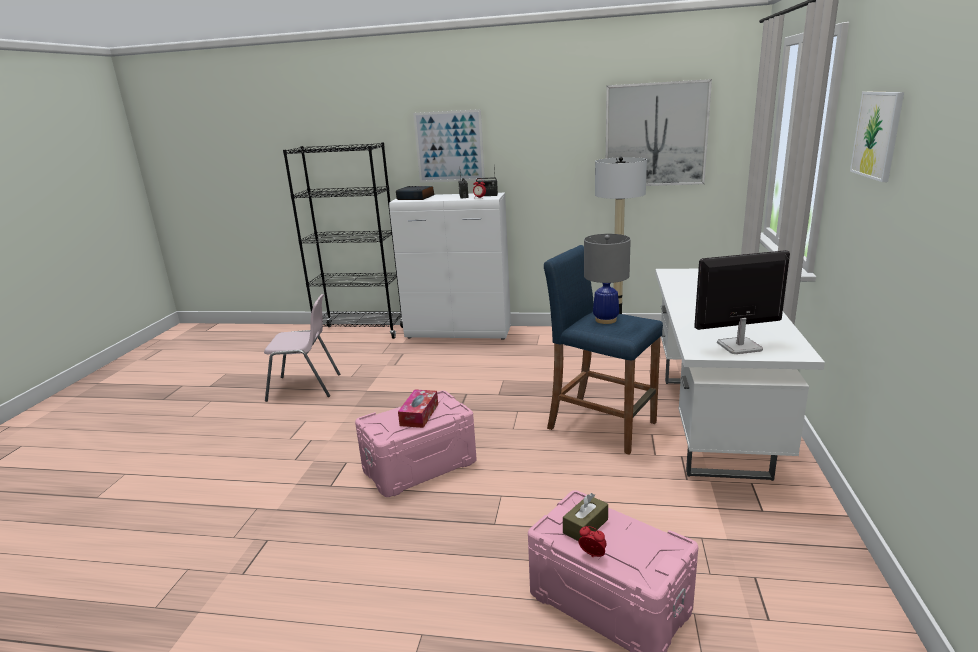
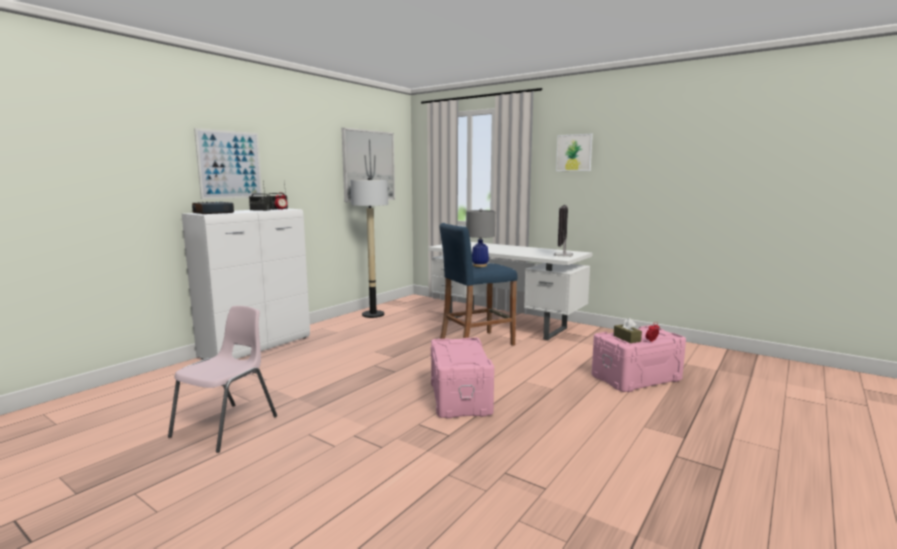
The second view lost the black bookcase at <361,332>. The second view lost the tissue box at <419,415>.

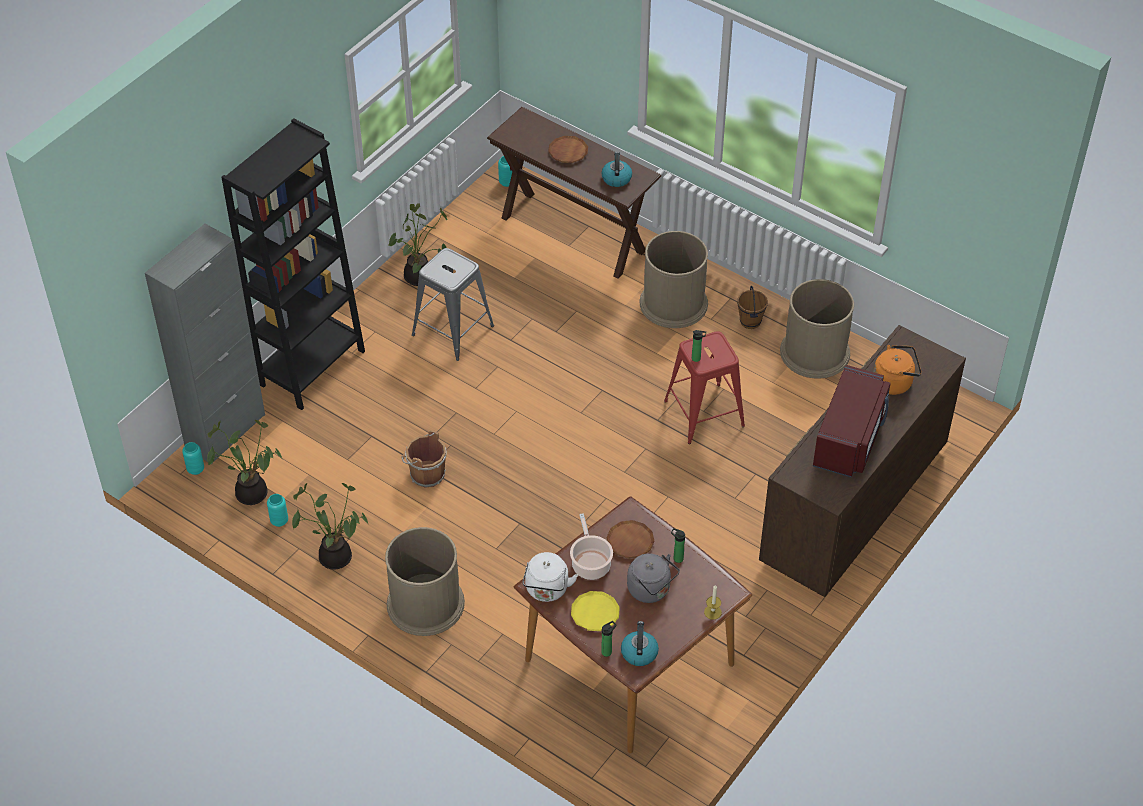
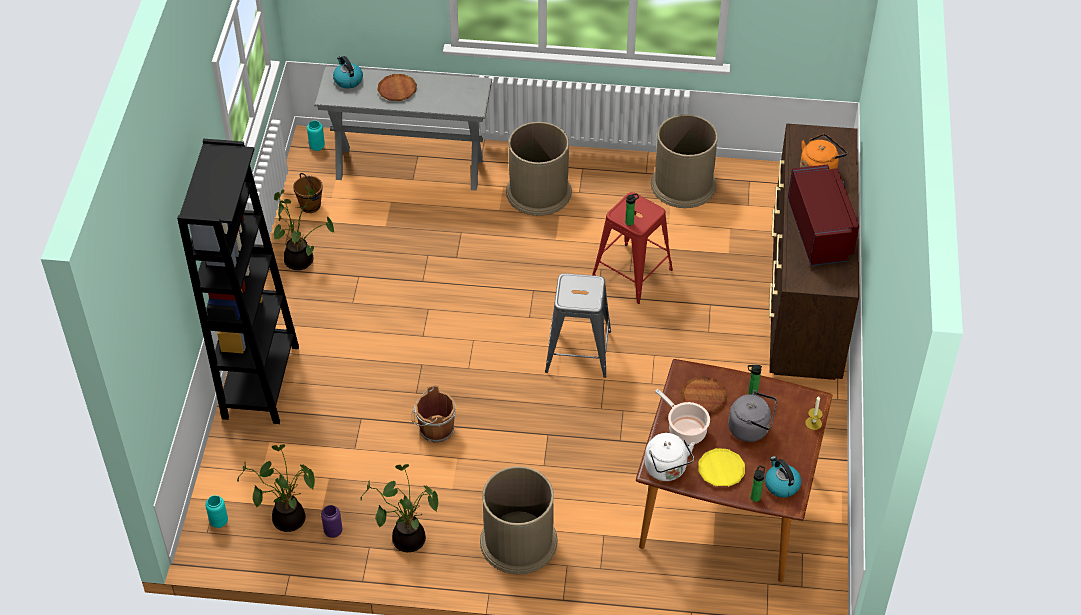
The brown bucket ended up elsewhere, having gone from <750,322> to <311,206>. What was the brown console table at <573,234> turned into the grey console table at <409,168>. What was the turquoise vase at <279,521> turned into the purple vase at <333,531>. The kettle ended up elsewhere, having gone from <616,178> to <348,80>. The grey stool ended up elsewhere, having gone from <452,330> to <578,351>. The second view lost the grey cabinet at <225,431>.

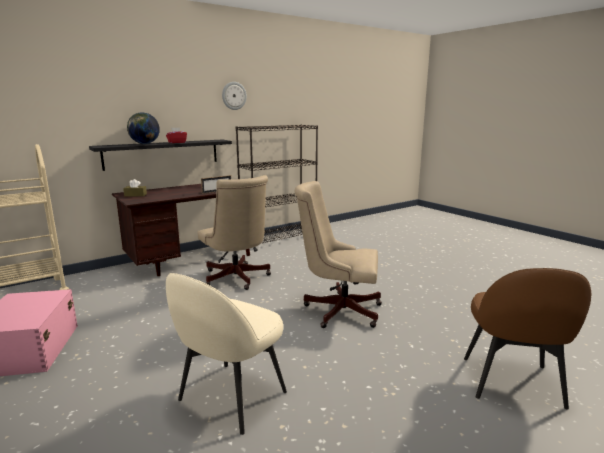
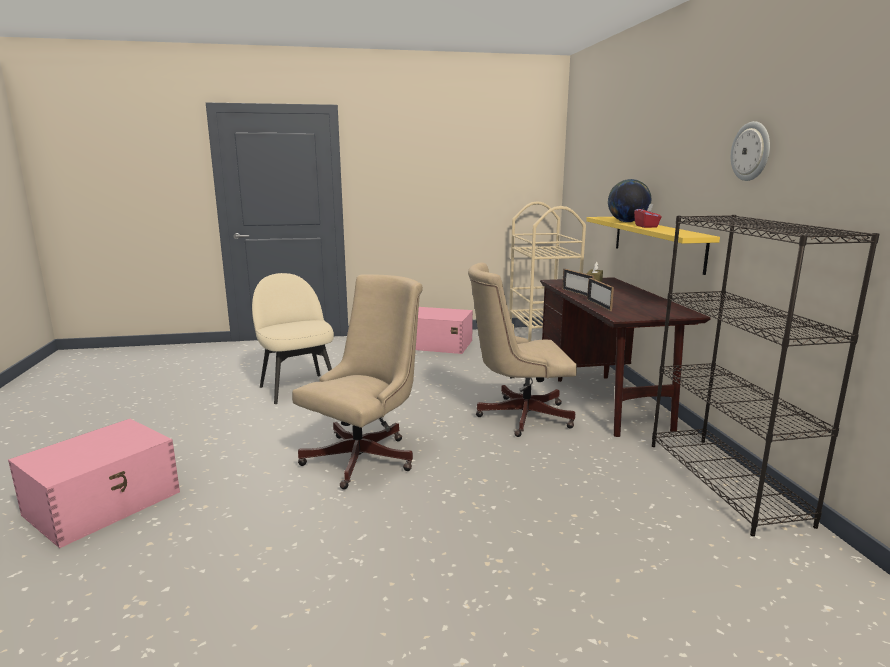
Where the brown chair stood at <512,383>, the pink storage box came to stand at <105,503>. The second view gained the picture frame at <576,293>. What was the black shelf at <162,154> turned into the yellow shelf at <657,242>.

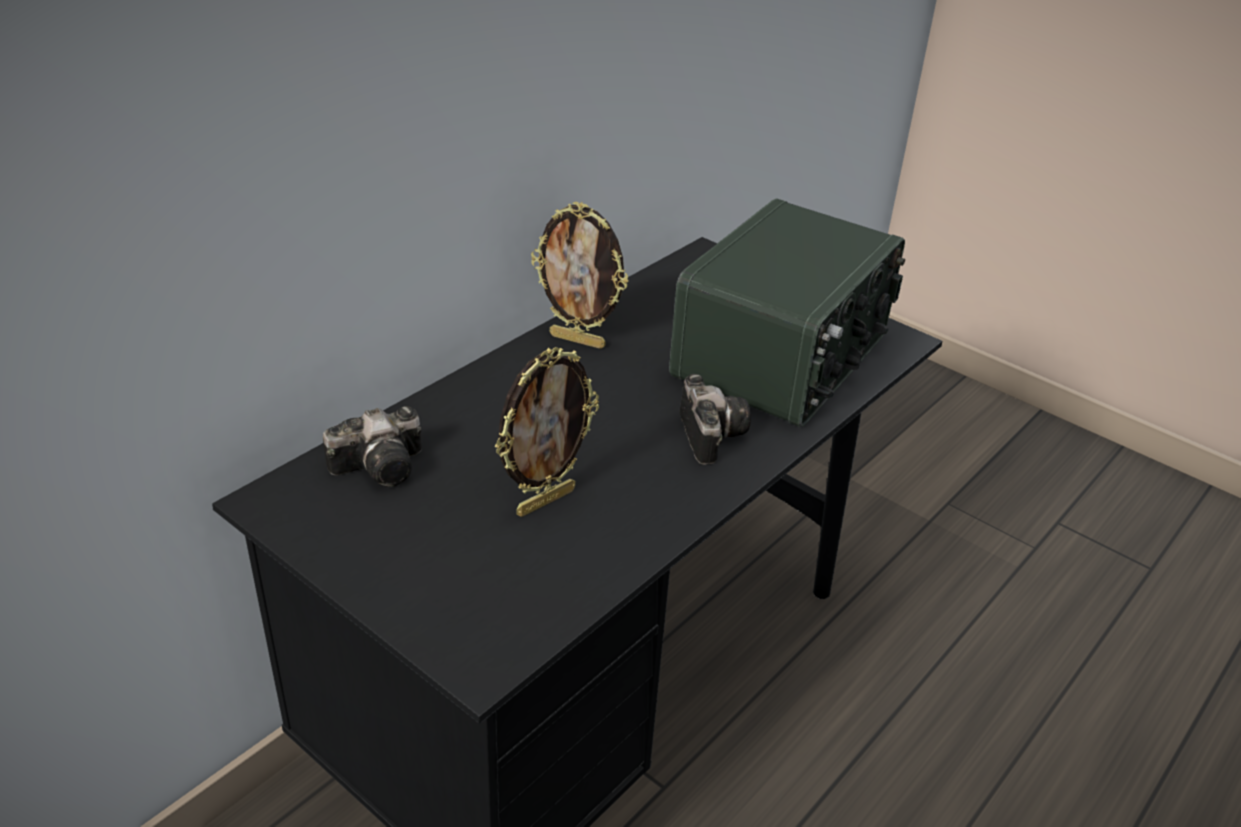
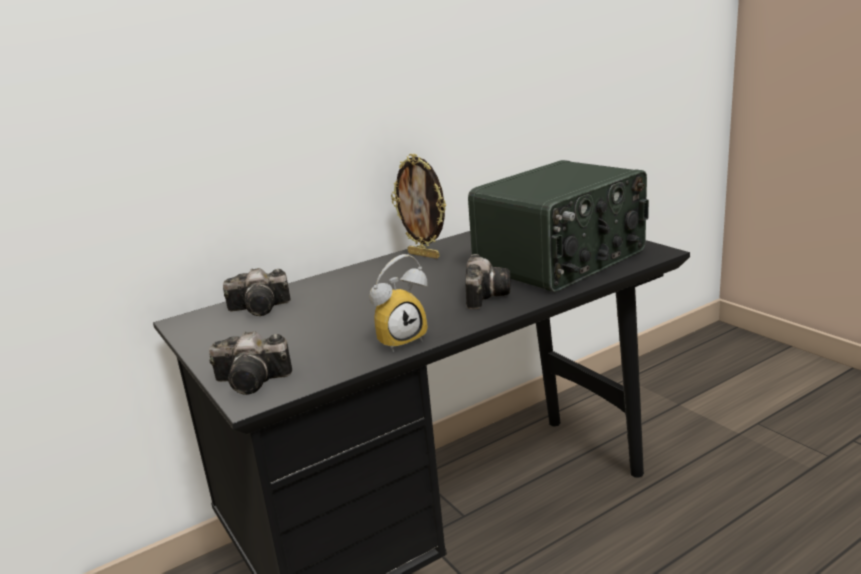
The second view gained the photo camera at <255,381>. The second view gained the alarm clock at <400,339>. The second view lost the picture frame at <545,501>.

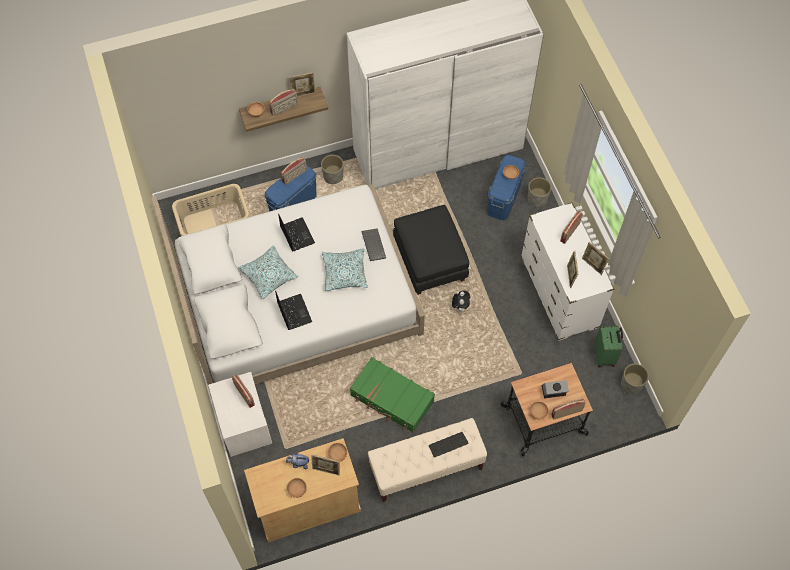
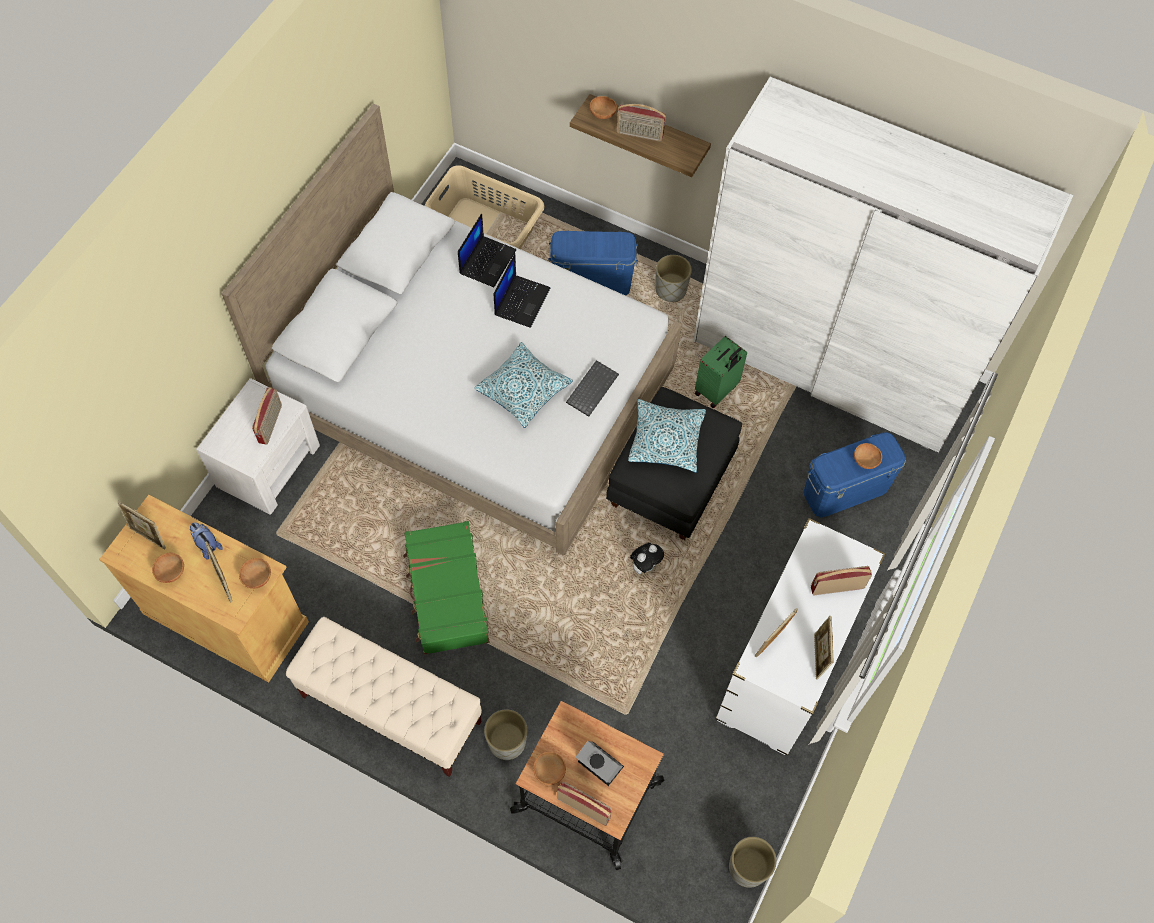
The picture frame ended up elsewhere, having gone from <303,94> to <149,536>. The laptop ended up elsewhere, having gone from <293,312> to <487,261>. The grey planter ended up elsewhere, having gone from <537,199> to <506,742>. The pillow ended up elsewhere, having gone from <268,275> to <666,440>. The green suitcase ended up elsewhere, having gone from <605,355> to <717,390>. The second view lost the radio at <295,176>. The second view lost the keyboard at <448,444>.

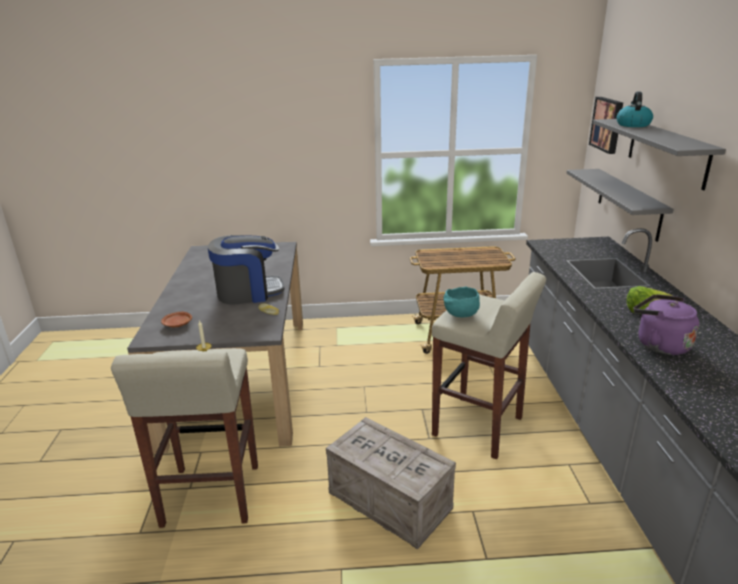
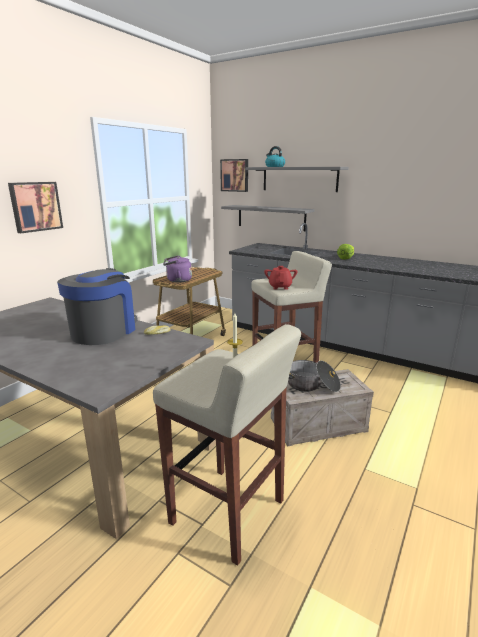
The second view gained the picture at <35,206>. The purple kettle ended up elsewhere, having gone from <659,344> to <177,280>. Where the turquoise bowl stood at <460,315>, the red teapot came to stand at <280,287>. The second view gained the cooking pot at <312,385>. The second view lost the brown plate at <177,324>.

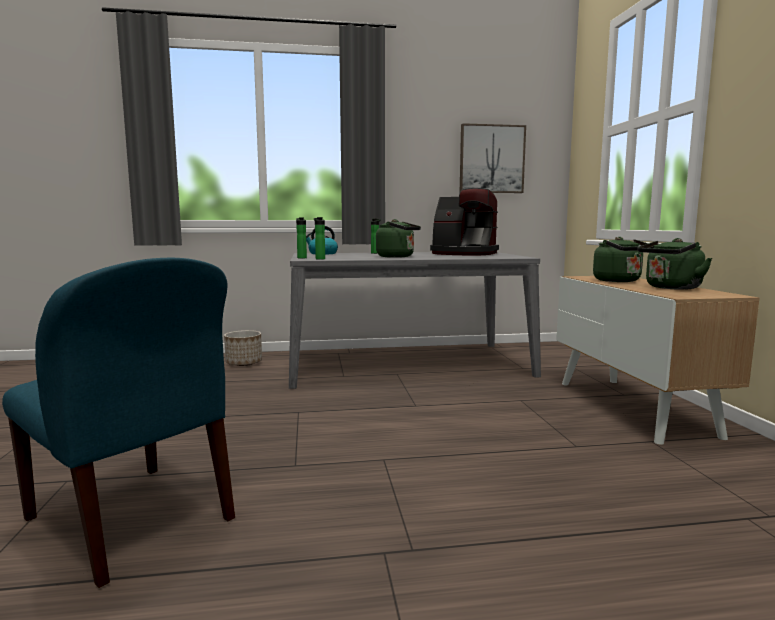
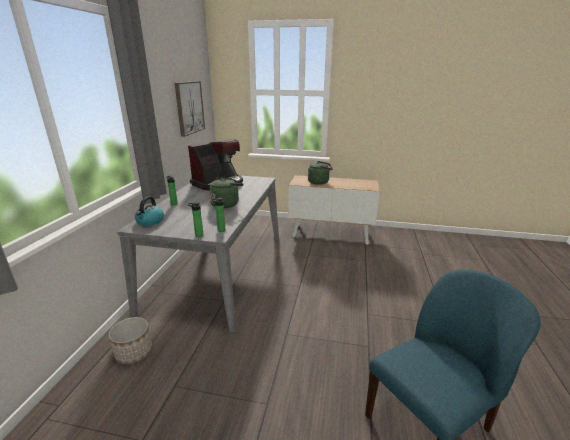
The second view lost the green kettle at <671,288>.

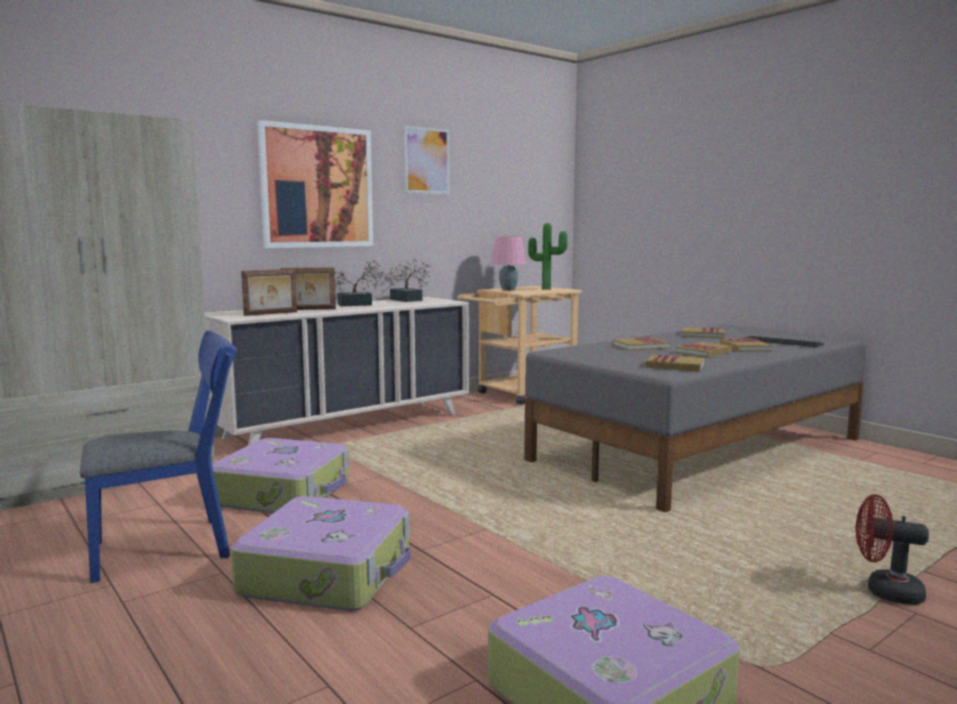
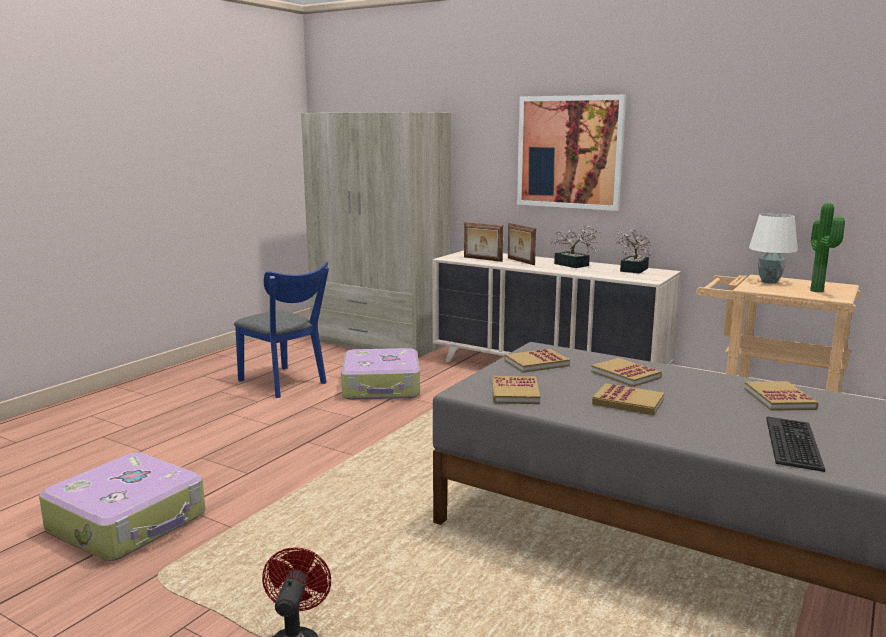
The book ended up elsewhere, having gone from <745,347> to <536,363>. What was the pink table lamp at <507,290> turned into the white table lamp at <768,281>. The second view lost the suitcase at <329,572>. The second view lost the picture at <426,160>.

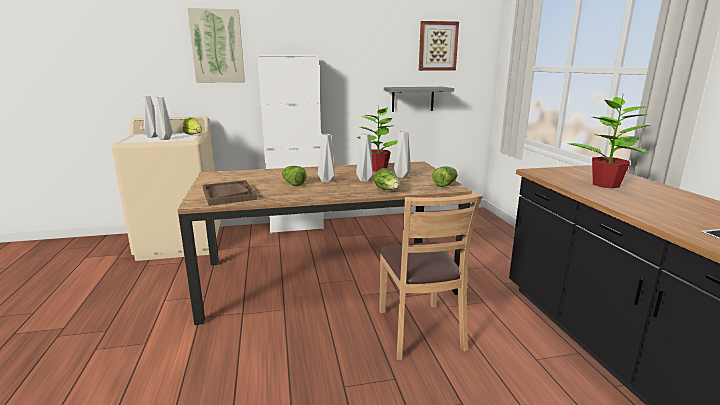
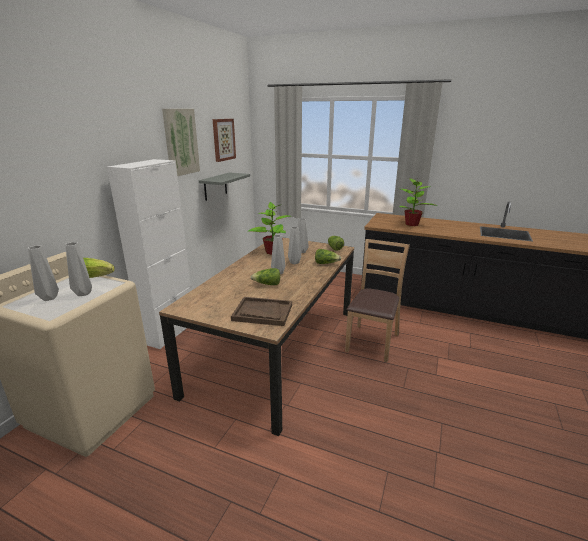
The picture ended up elsewhere, having gone from <217,46> to <181,142>. The brown chair at <419,330> ended up facing another way, 90 degrees counterclockwise from before.

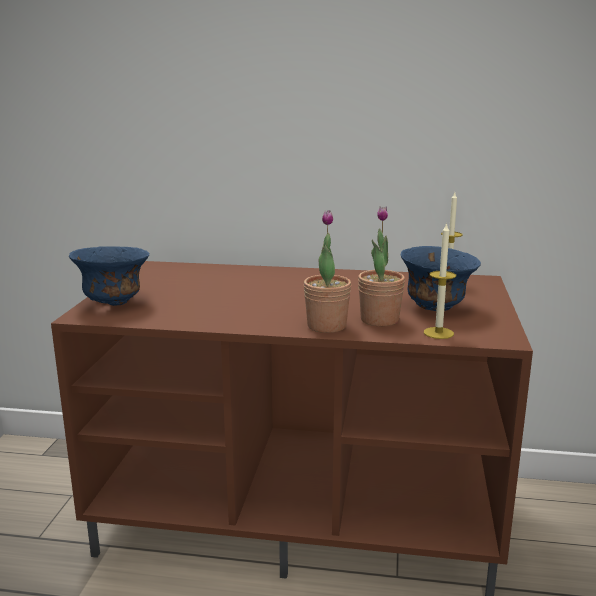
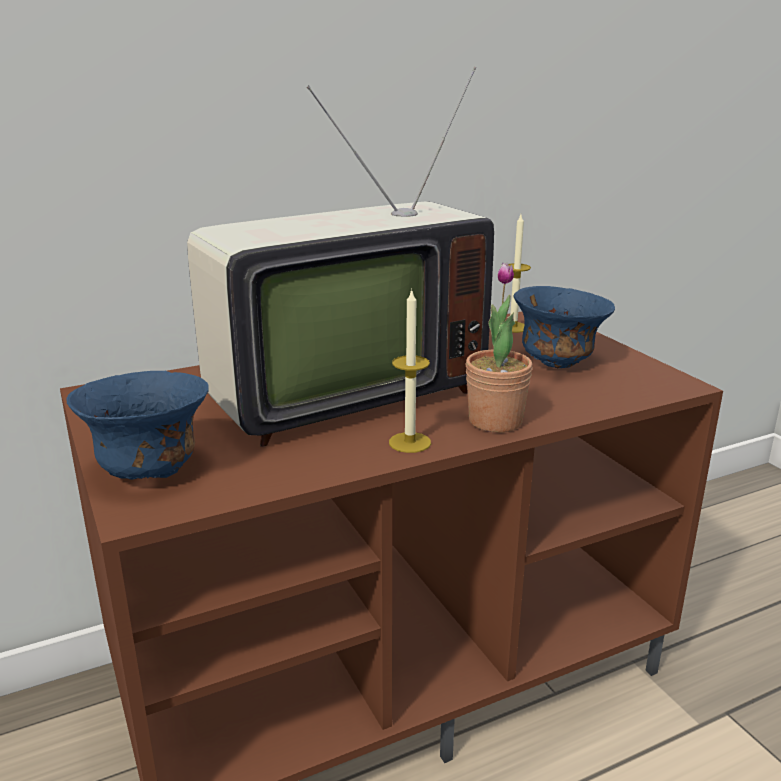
The second view gained the television at <337,395>. The candle ended up elsewhere, having gone from <438,333> to <410,442>. The second view lost the potted plant at <379,320>.

